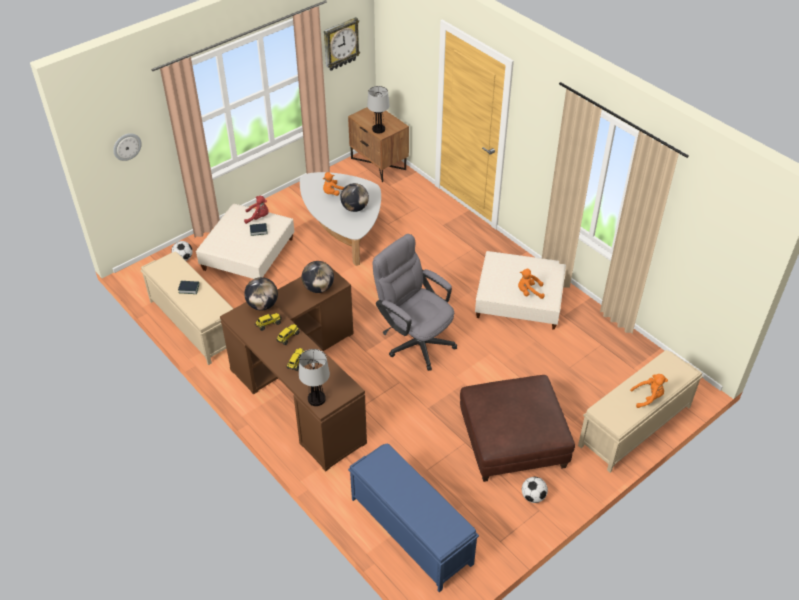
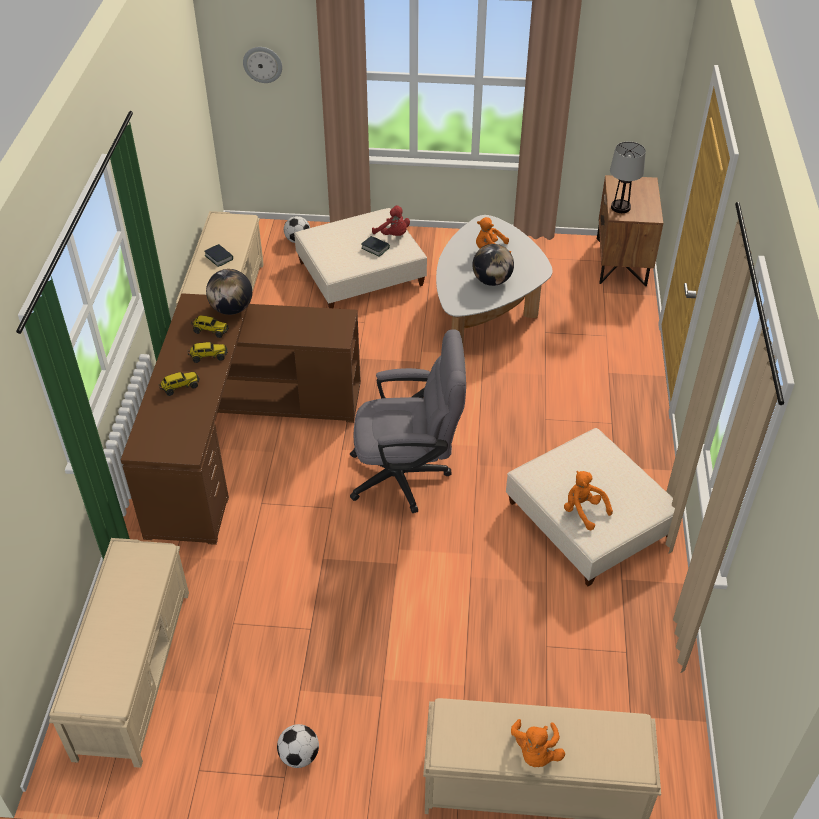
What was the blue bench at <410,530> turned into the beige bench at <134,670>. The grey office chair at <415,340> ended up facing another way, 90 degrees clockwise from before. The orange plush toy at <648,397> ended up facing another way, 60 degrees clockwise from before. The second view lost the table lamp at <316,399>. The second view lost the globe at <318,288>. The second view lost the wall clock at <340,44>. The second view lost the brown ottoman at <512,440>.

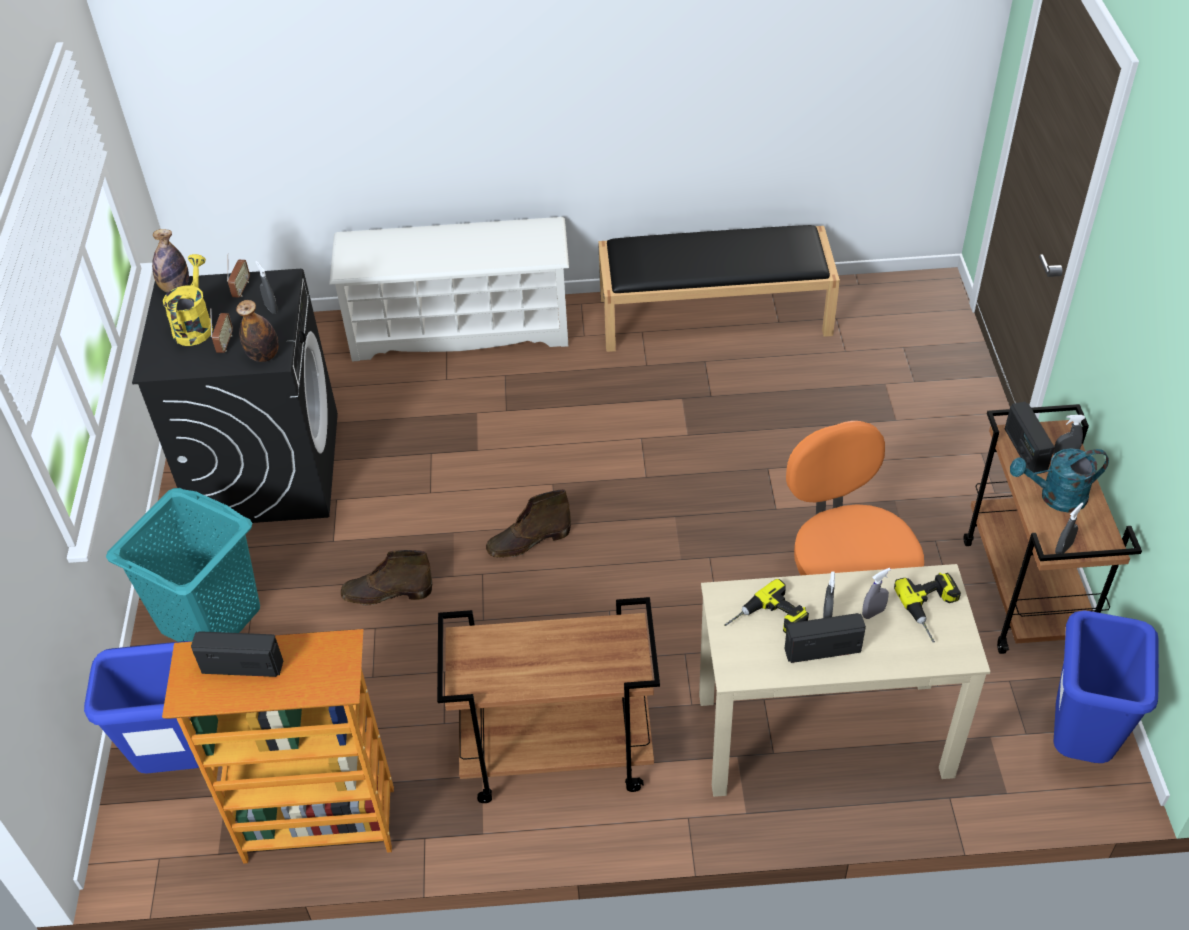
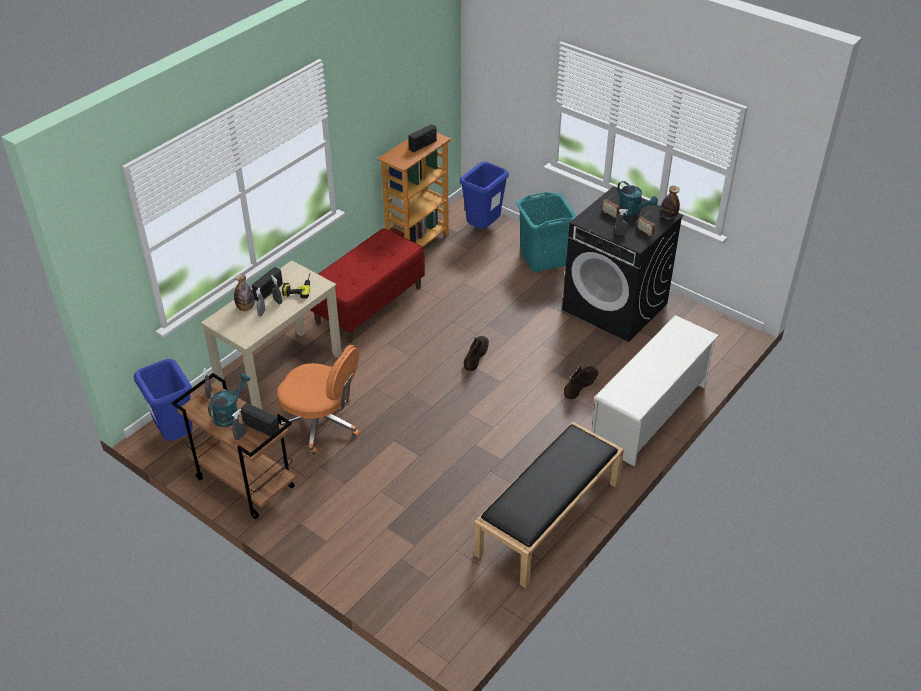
The bottle ended up elsewhere, having gone from <264,355> to <245,308>. Where the brown cart stood at <555,756>, the red bench came to stand at <369,305>. The brown boot ended up elsewhere, having gone from <386,593> to <581,384>. What was the yellow watering can at <195,325> turned into the turquoise watering can at <633,212>. The second view lost the power drill at <934,610>.

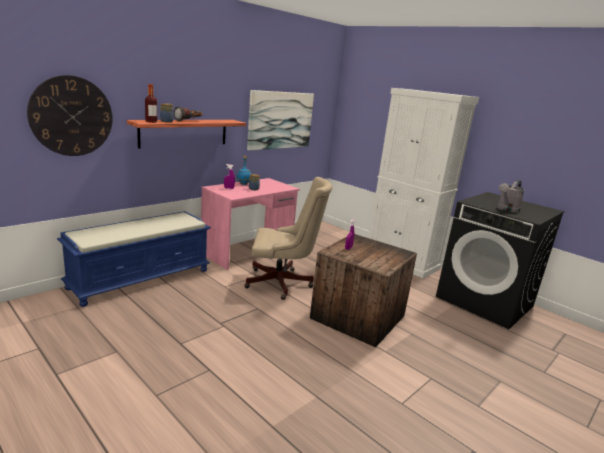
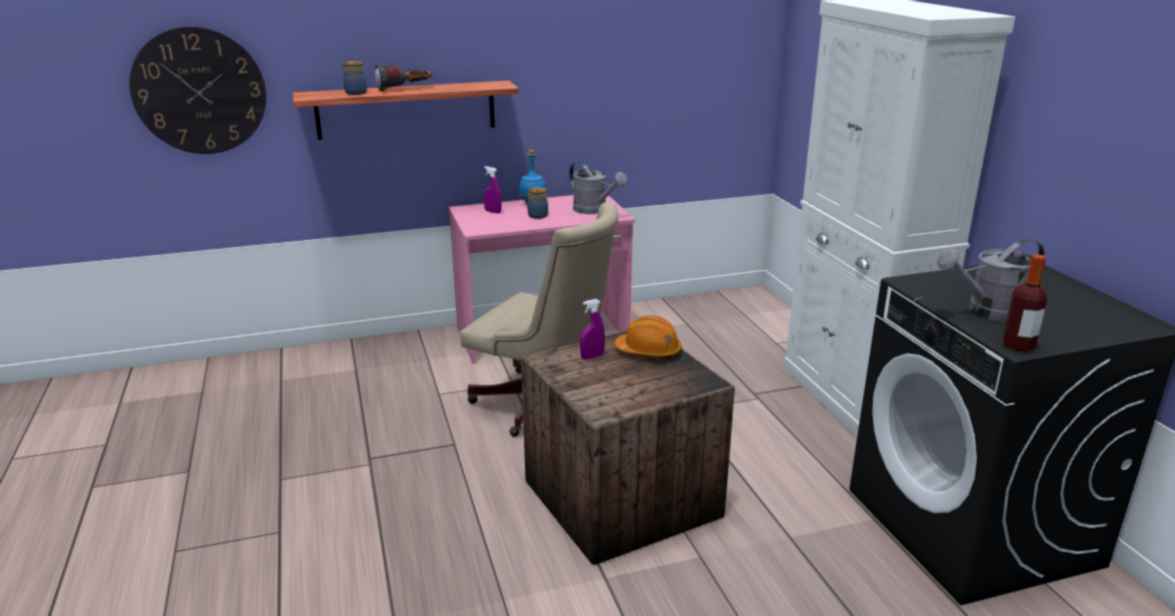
The second view gained the grey watering can at <594,210>. The second view gained the orange hard hat at <648,351>. The bottle ended up elsewhere, having gone from <151,122> to <1018,346>. The second view lost the blue bench at <141,278>. The second view lost the picture at <280,120>.

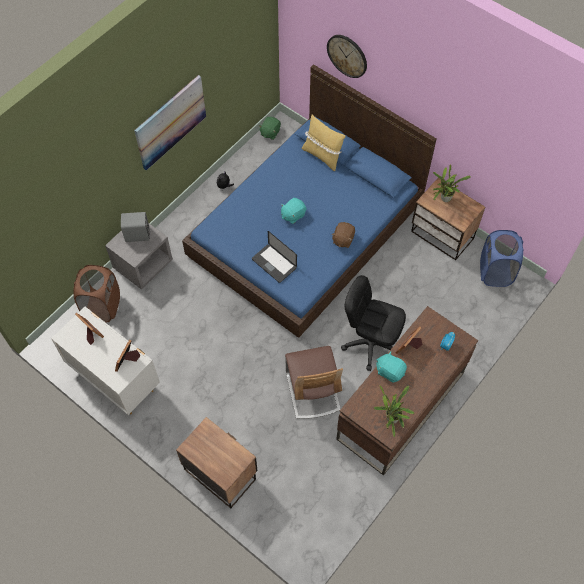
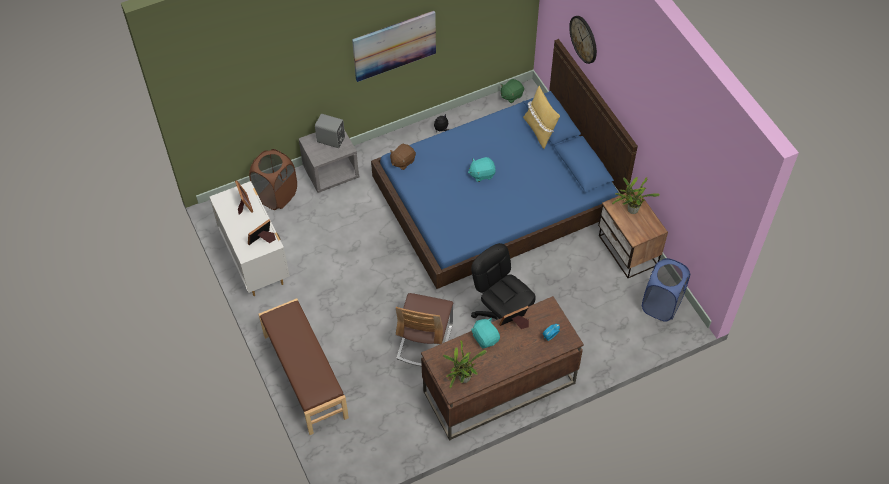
Where the nightstand stood at <220,473>, the brown bench came to stand at <304,376>. The brown plush toy ended up elsewhere, having gone from <343,239> to <402,161>. The second view lost the laptop at <274,263>.

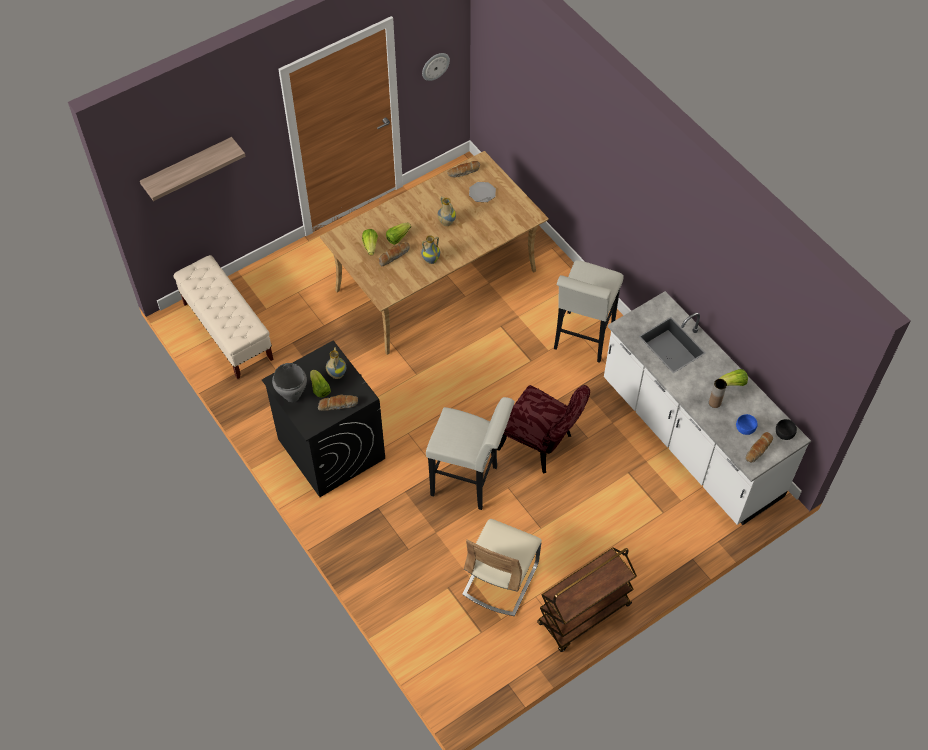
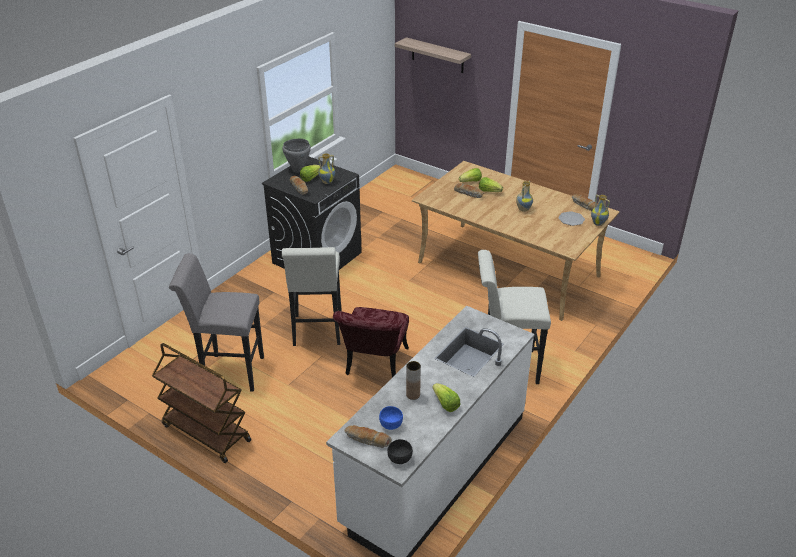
Where the beige chair stood at <500,579>, the grey stool came to stand at <228,372>. The vase ended up elsewhere, having gone from <430,259> to <598,223>. The second view lost the beige bench at <227,331>. The second view lost the wall clock at <435,66>.

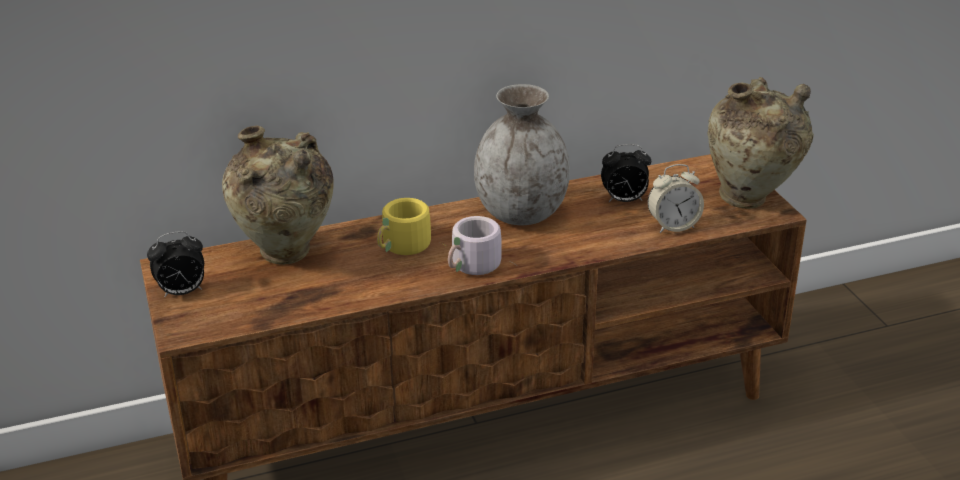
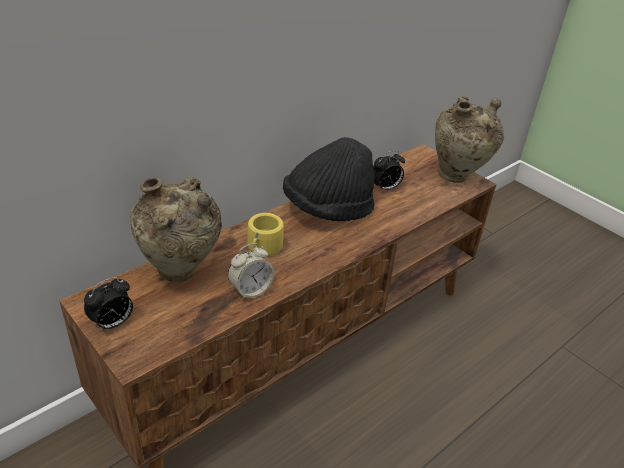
The alarm clock ended up elsewhere, having gone from <673,226> to <250,290>. Where the grey vase stood at <522,214>, the black hat came to stand at <328,209>. The second view lost the grey mug at <474,268>.

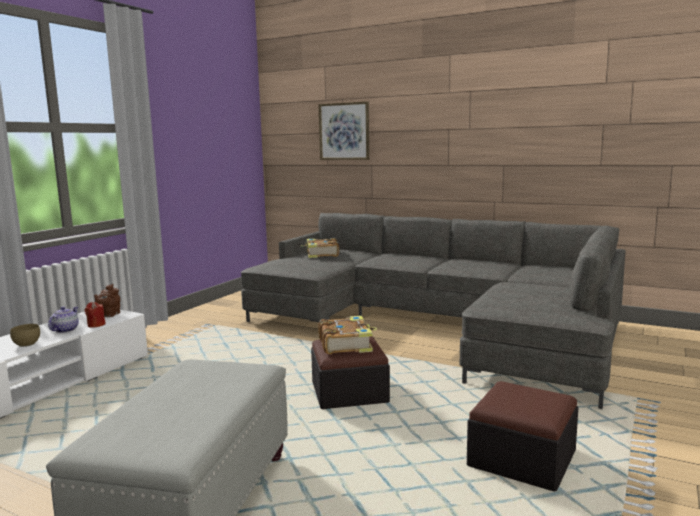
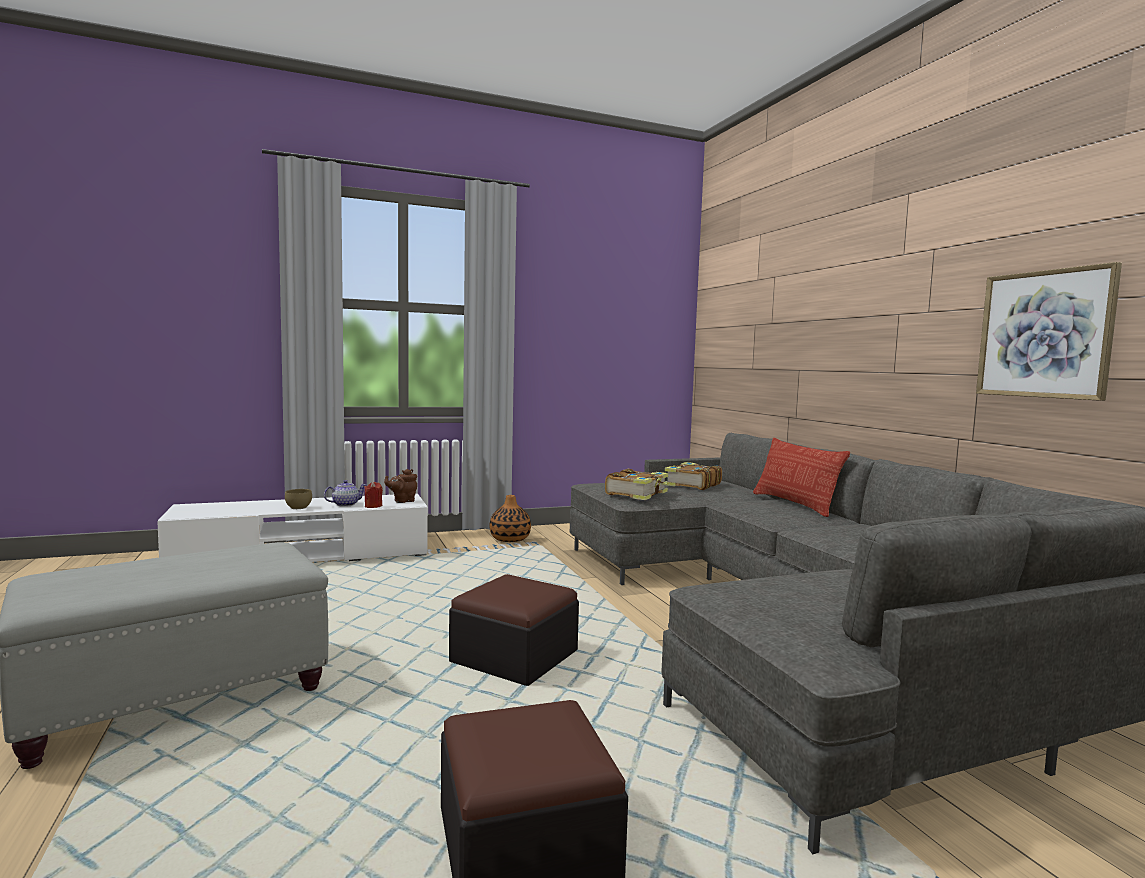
The second view gained the vase at <510,539>. The book ended up elsewhere, having gone from <346,344> to <637,494>. The second view gained the pillow at <794,504>. The picture ended up elsewhere, having gone from <344,131> to <1044,334>.

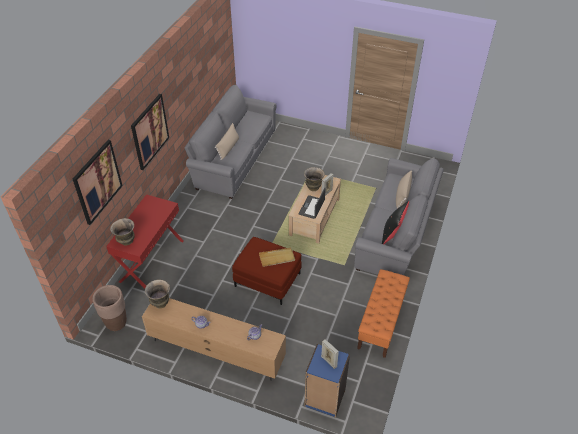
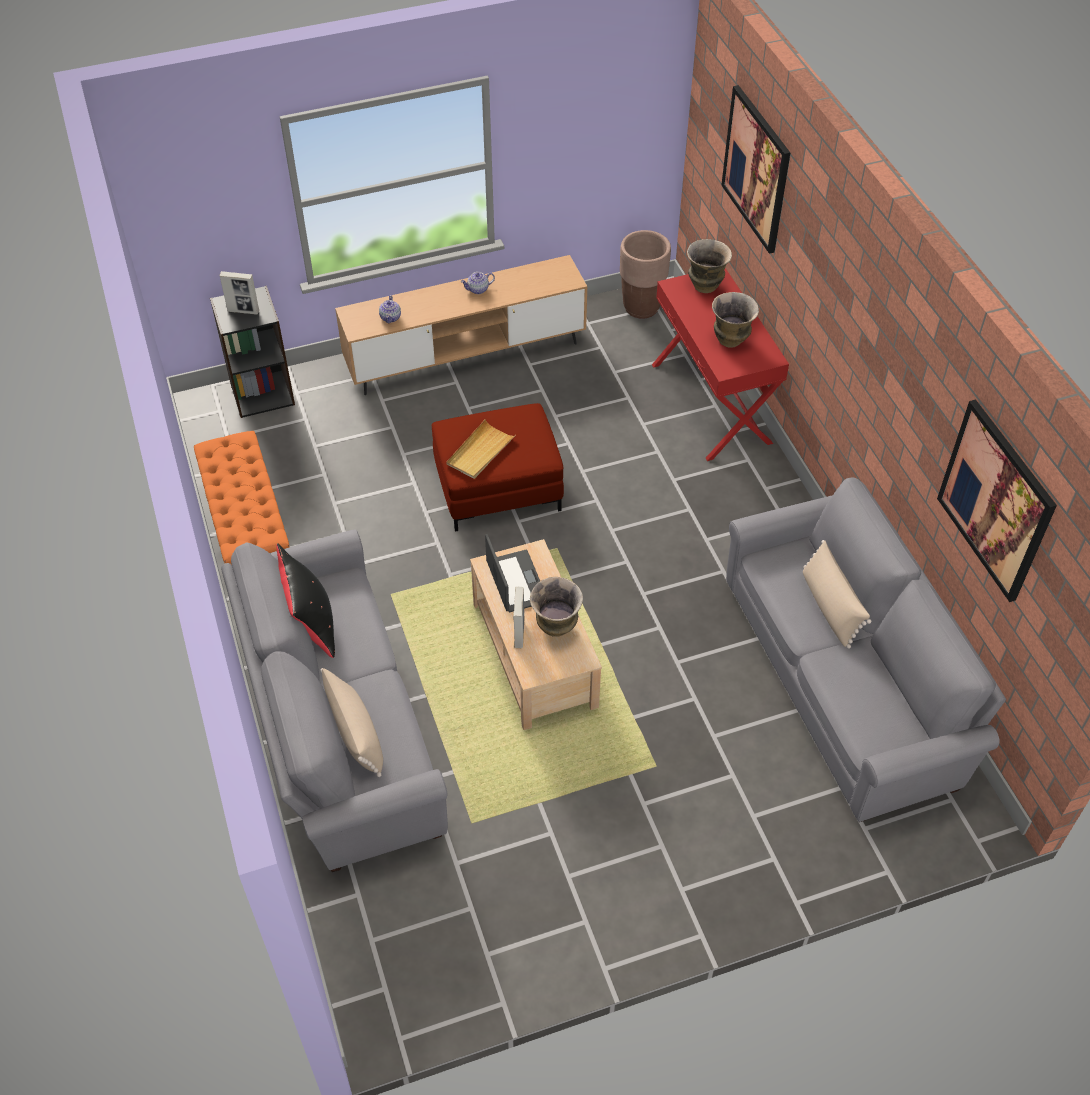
What was the blue bookcase at <324,398> turned into the black bookcase at <262,392>. The vase ended up elsewhere, having gone from <160,303> to <731,340>. The picture ended up elsewhere, having gone from <150,131> to <995,500>.

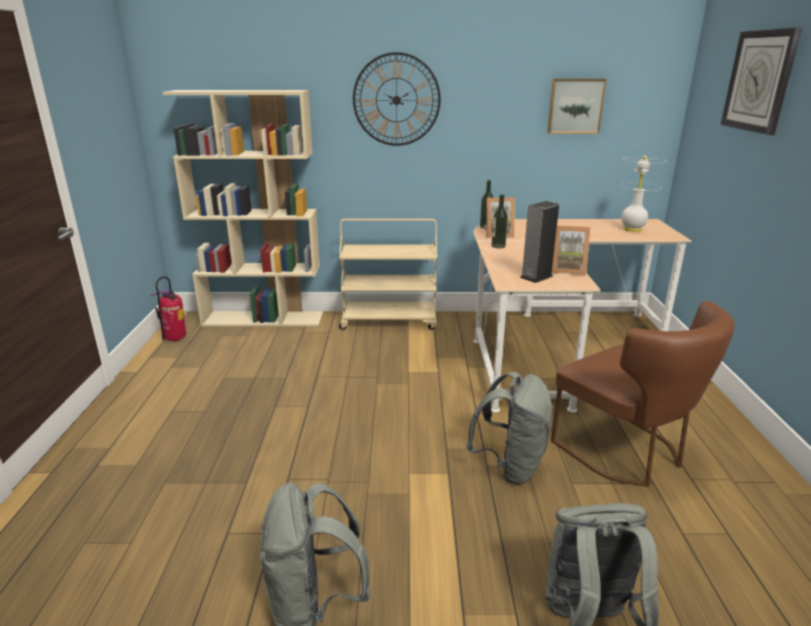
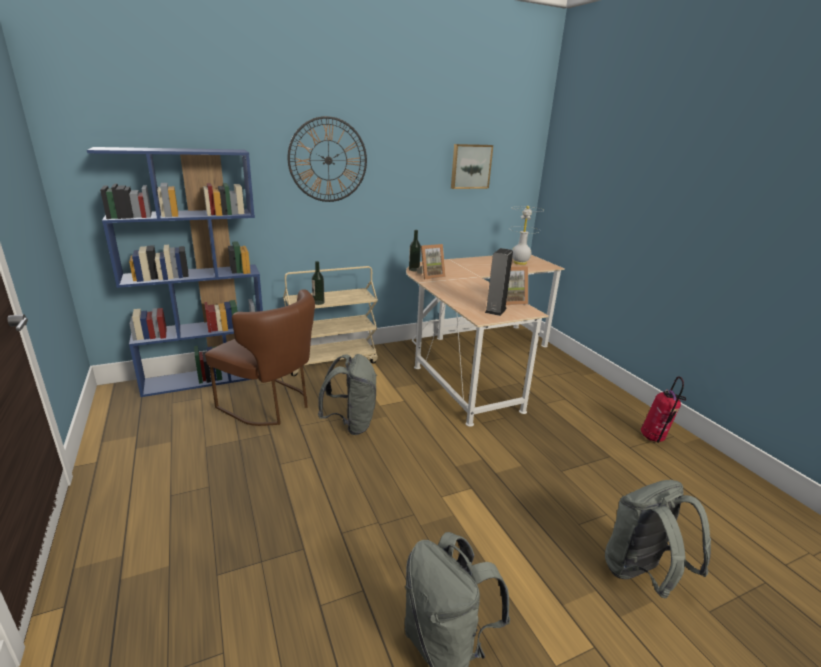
What was the beige bookcase at <264,319> turned into the blue bookcase at <207,378>. The brown chair ended up elsewhere, having gone from <626,452> to <271,405>. The bottle ended up elsewhere, having gone from <498,246> to <318,302>. The grey backpack ended up elsewhere, having gone from <510,466> to <351,424>. The fire extinguisher ended up elsewhere, having gone from <175,339> to <654,439>. The second view lost the wall clock at <759,81>.

